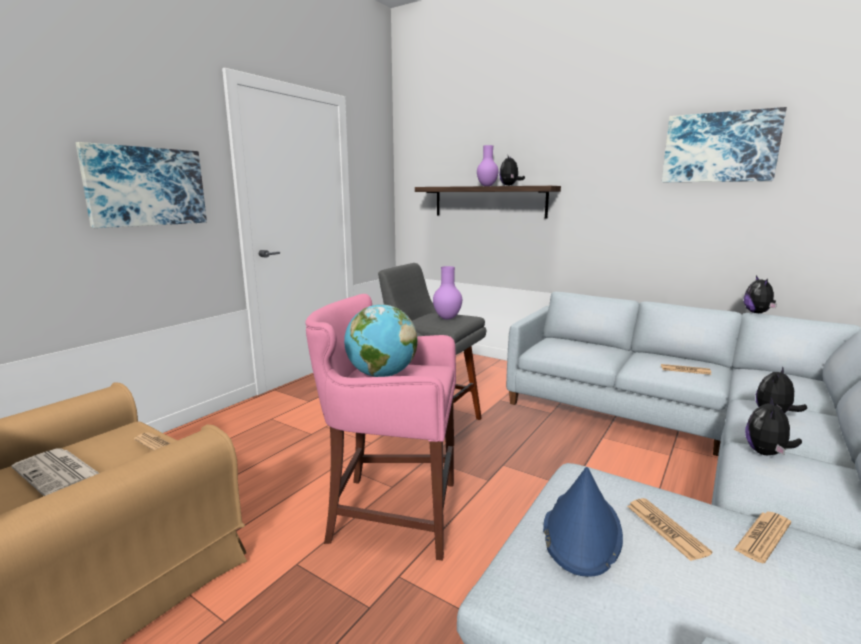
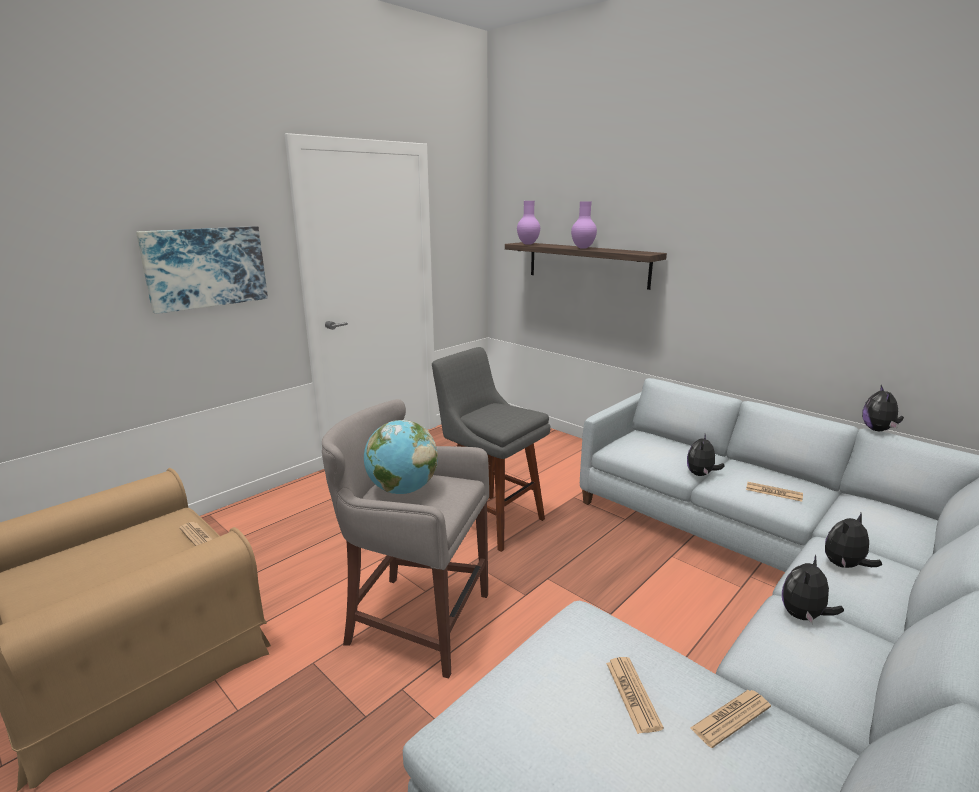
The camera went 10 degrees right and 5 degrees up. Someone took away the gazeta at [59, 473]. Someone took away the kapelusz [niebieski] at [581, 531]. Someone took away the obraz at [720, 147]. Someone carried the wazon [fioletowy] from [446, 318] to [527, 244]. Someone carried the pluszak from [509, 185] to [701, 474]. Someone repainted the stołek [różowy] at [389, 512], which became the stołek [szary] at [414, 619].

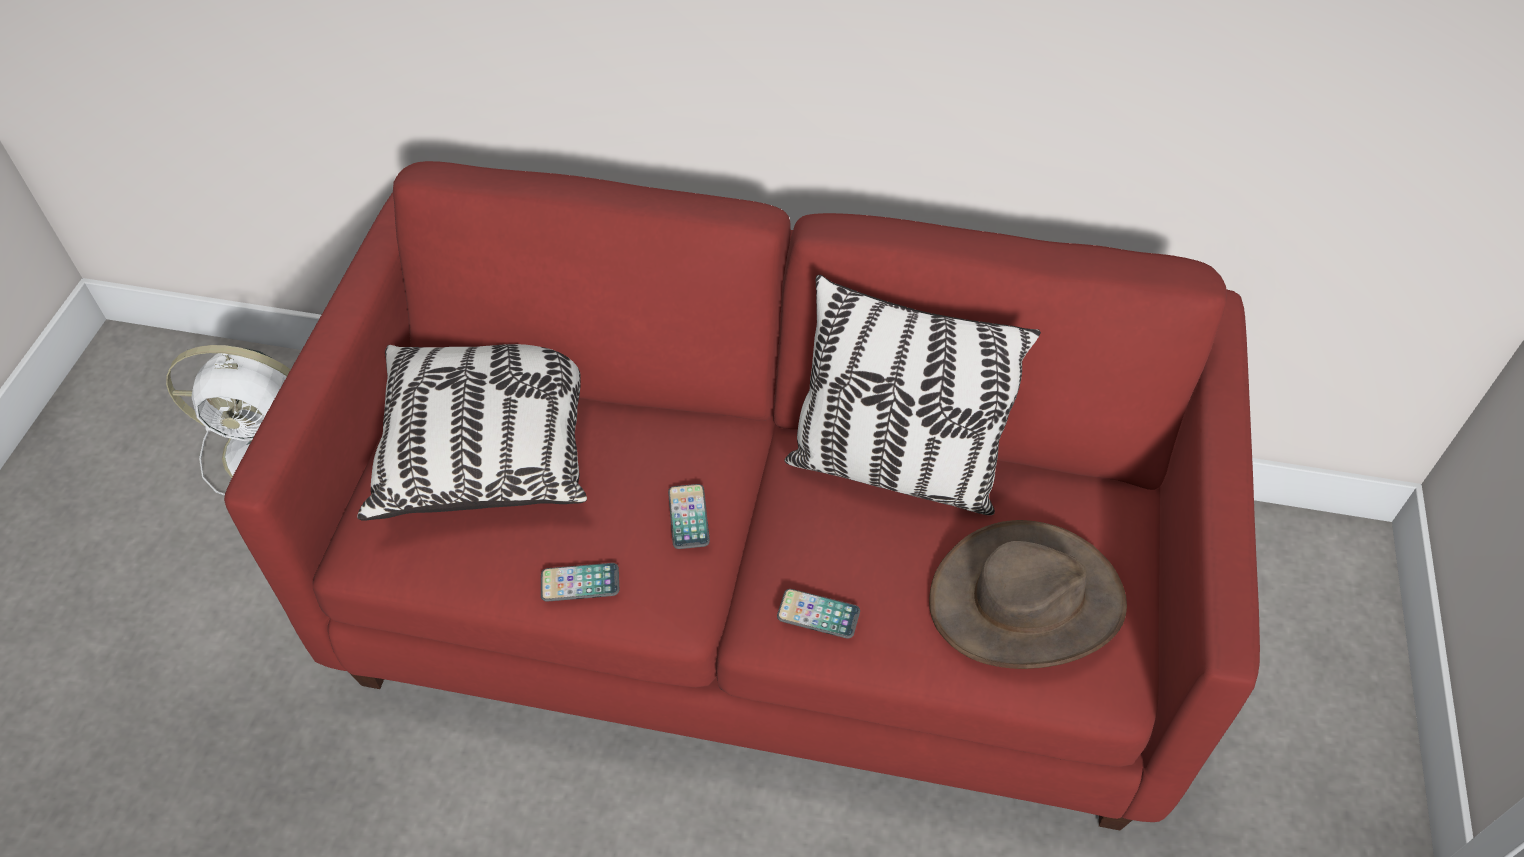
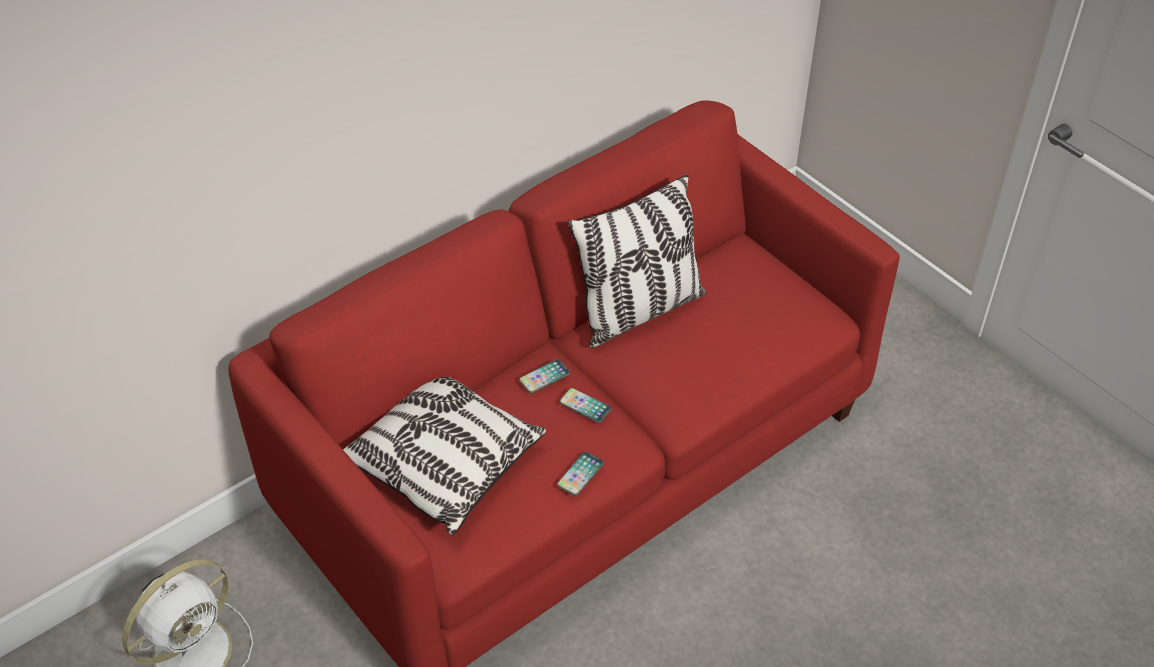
The camera went 50 degrees left and 5 degrees down. Someone took away the kapelusz [brązowy] at [1027, 601]. Someone carried the telefon from [818, 614] to [544, 377].

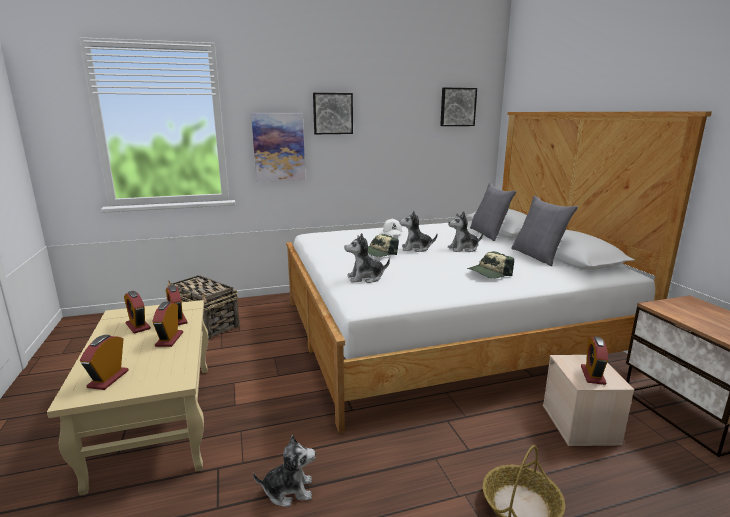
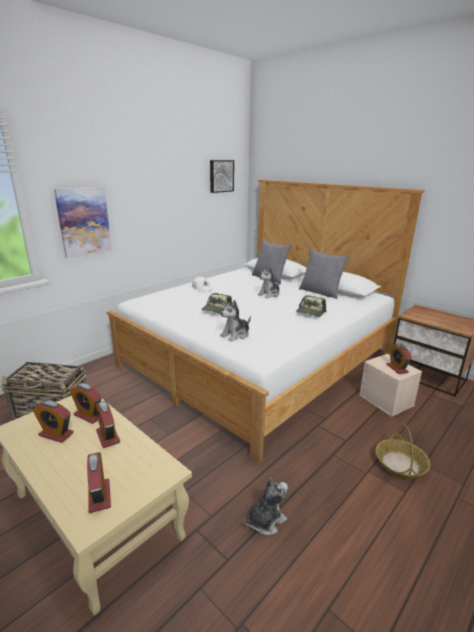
The camera went 30 degrees left and 5 degrees up. Someone took away the obraz at [332, 113]. Someone took away the pluszak at [416, 248].

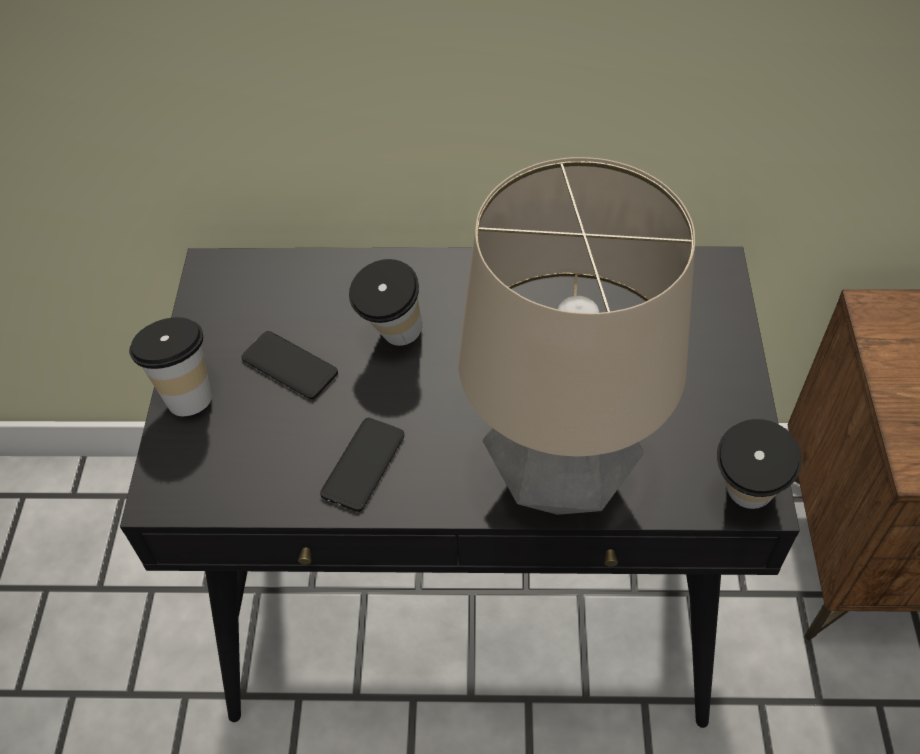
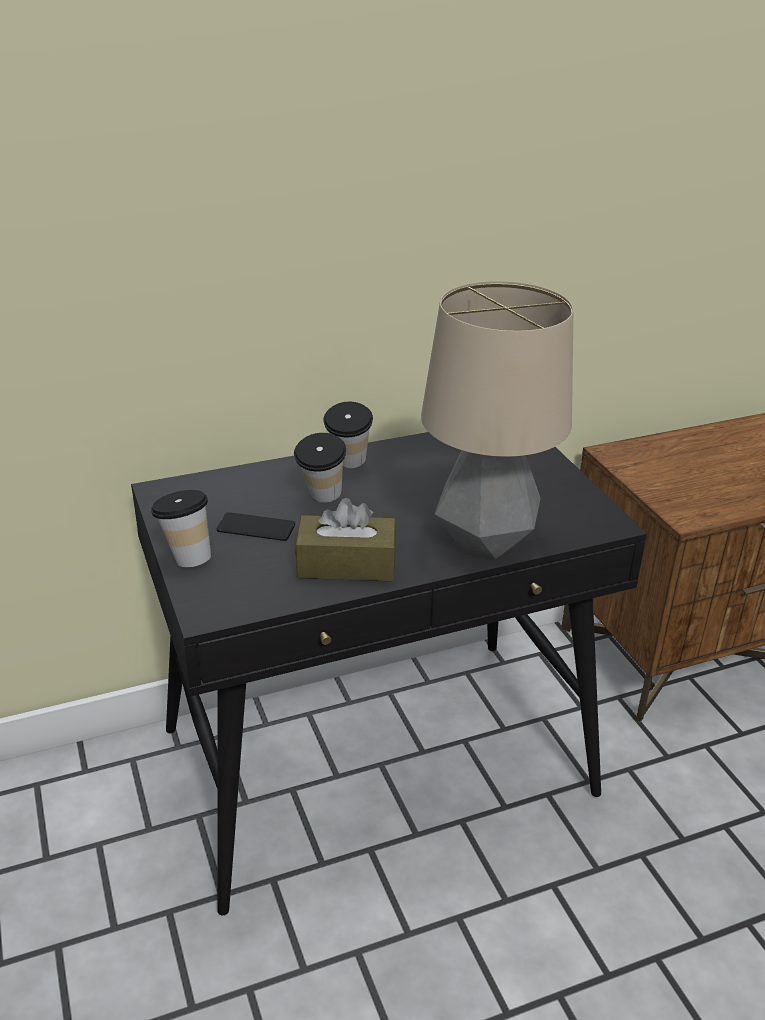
The camera went 25 degrees left and 20 degrees down. Someone carried the filiżanka from [742, 501] to [348, 466]. Someone swapped the telefon at [363, 464] for the pudełko chusteczek [brązowy] at [346, 565].

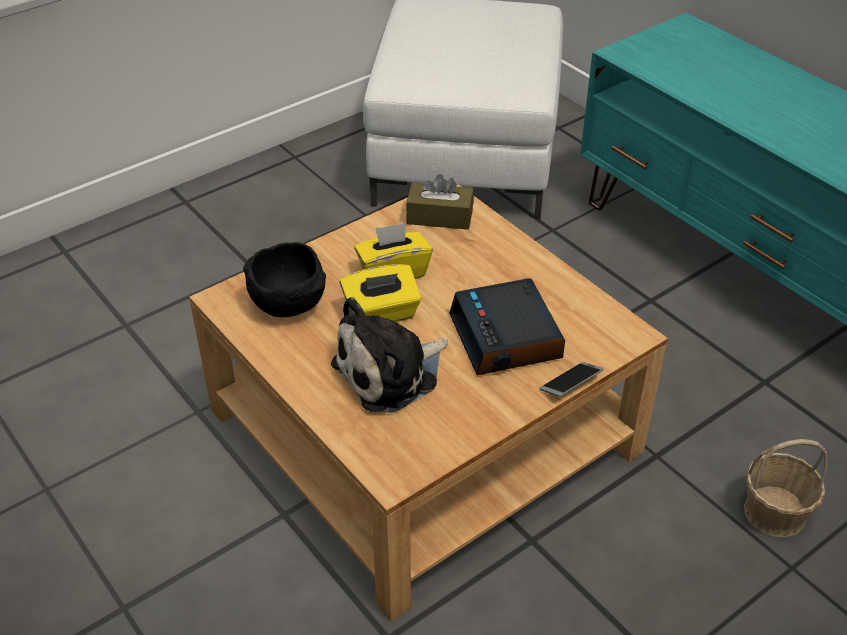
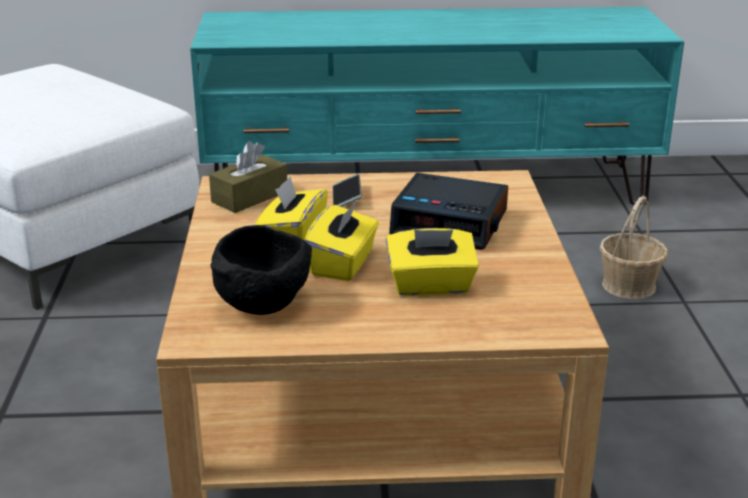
The camera went 55 degrees left and 15 degrees down. Someone carried the telefon from [570, 384] to [346, 197]. Someone swapped the pluszak at [391, 373] for the pudełko chusteczek [żółty] at [431, 286].

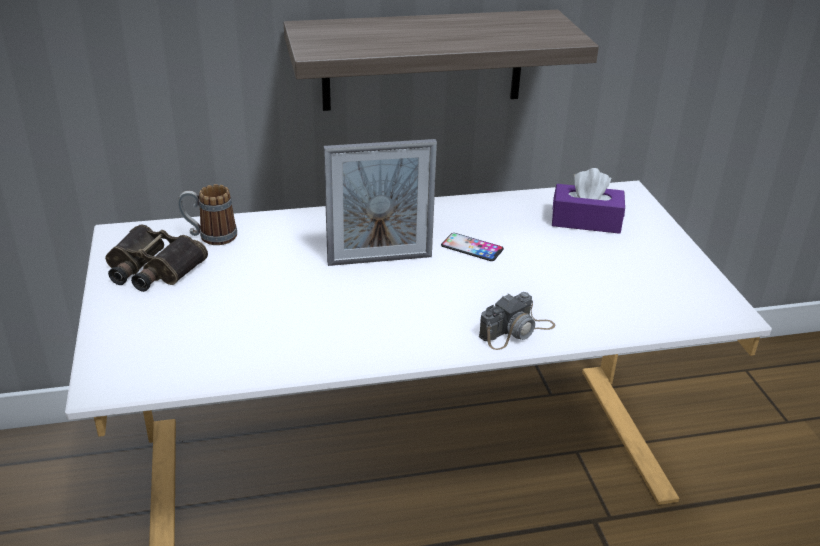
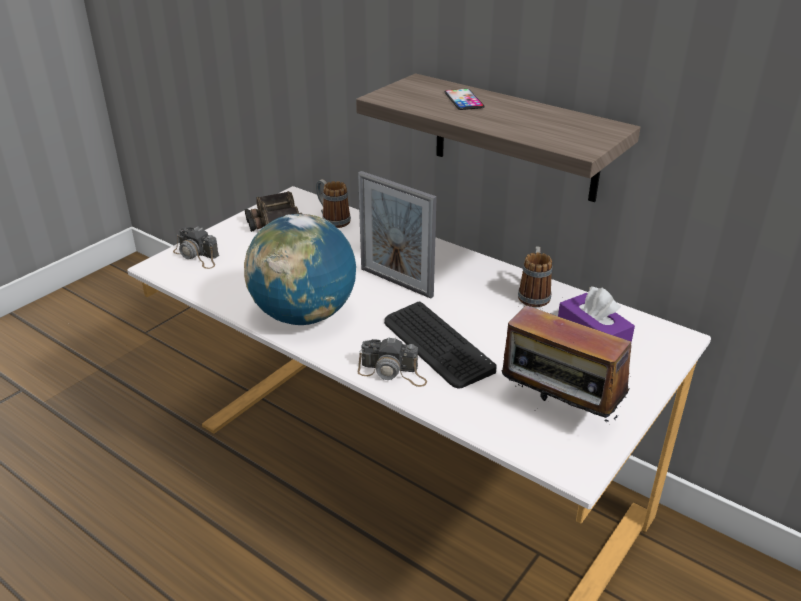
The camera went 50 degrees right and 0 degrees up. Someone put down the aparat fotograficzny at [197, 256]. Someone put down the globus at [304, 315]. Someone put down the klawiatura at [436, 345]. Someone put down the radio at [558, 412]. Someone put down the kubek at [534, 294]. Someone carried the telefon from [472, 247] to [464, 100].

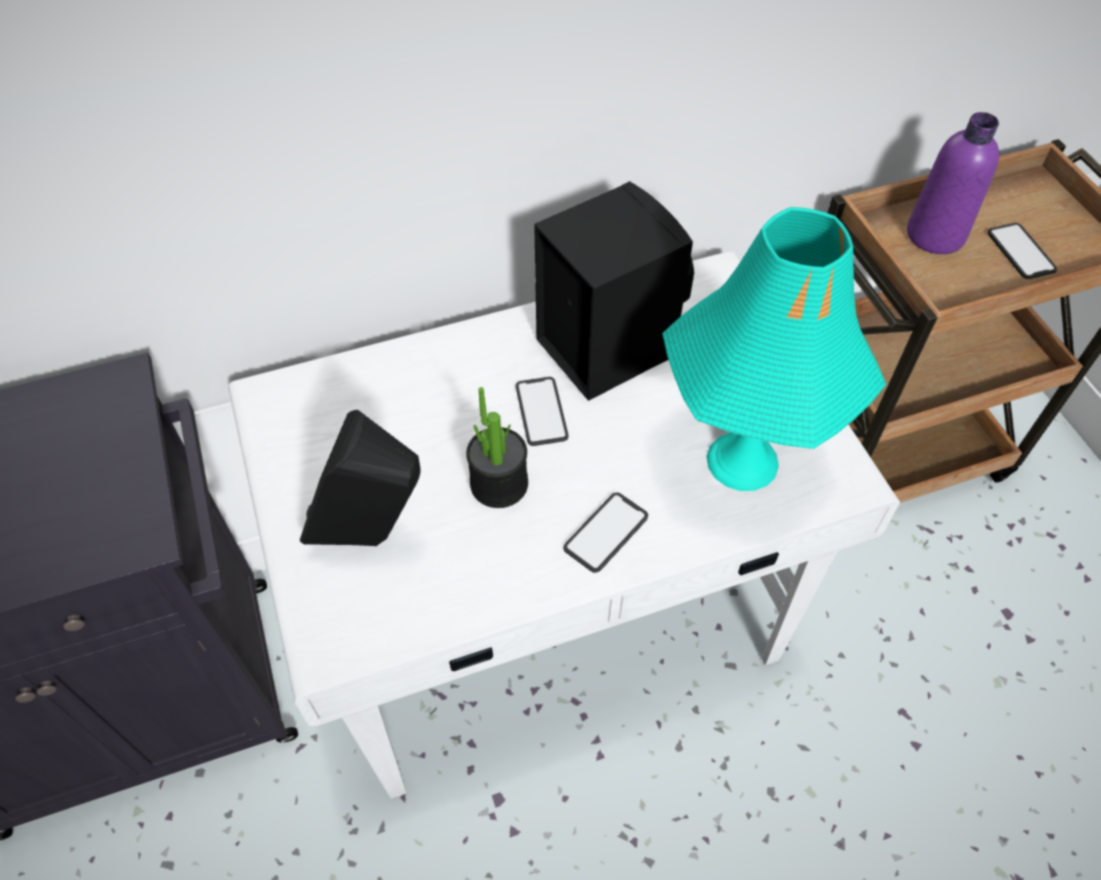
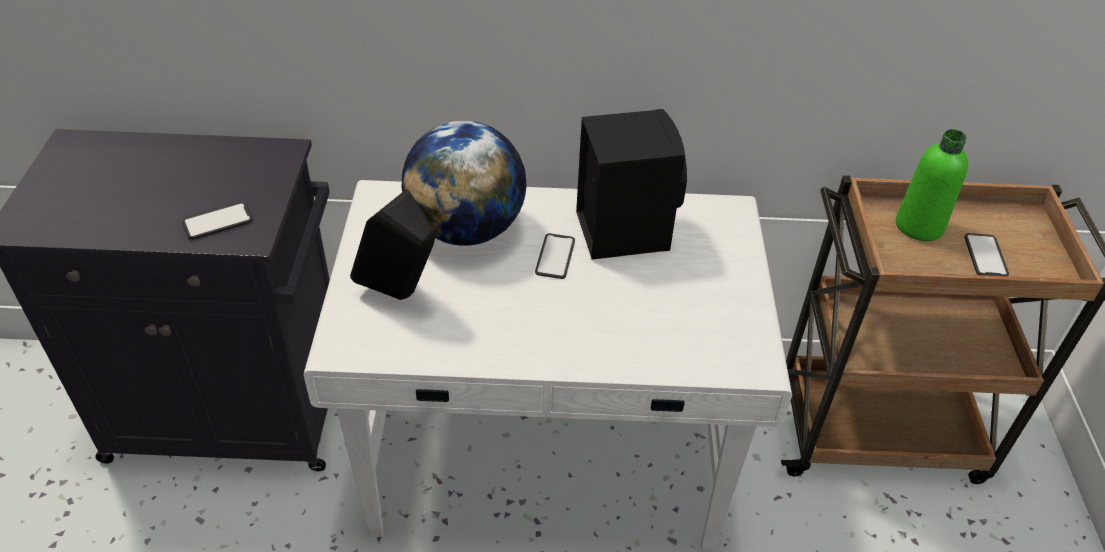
The camera went 20 degrees right and 10 degrees down. Someone took away the roślina doniczkowa at [499, 484]. Someone took away the lampa stołowa [turkusowy] at [743, 461]. Someone put down the globus at [467, 229]. Someone carried the telefon from [606, 532] to [218, 221]. Someone repainted the butelka [fioletowy] at [935, 235], which became the butelka [zielony] at [919, 226].

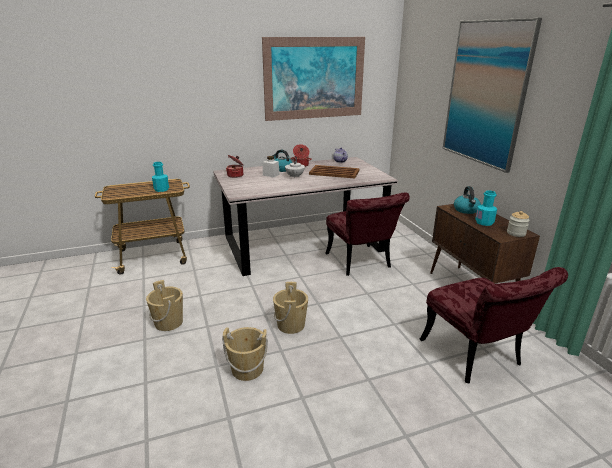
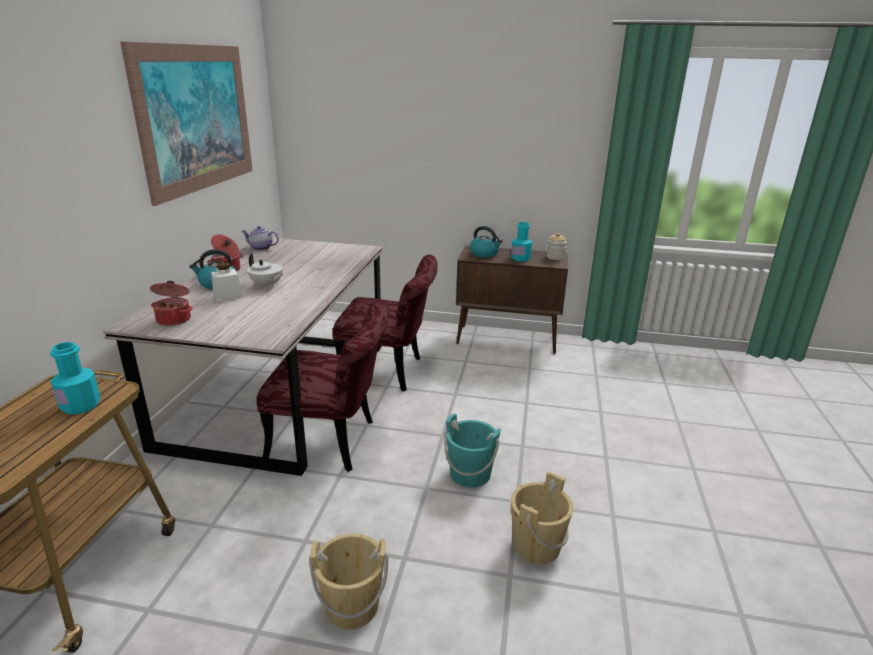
The camera went 60 degrees left and 0 degrees up. Someone took away the taca [brązowy] at [334, 172]. Someone took away the obraz at [485, 94]. Someone carried the krzesło [czerwony] from [477, 358] to [333, 442]. Someone repainted the wiadro [beżowy] at [291, 325], which became the wiadro [turkusowy] at [470, 474].

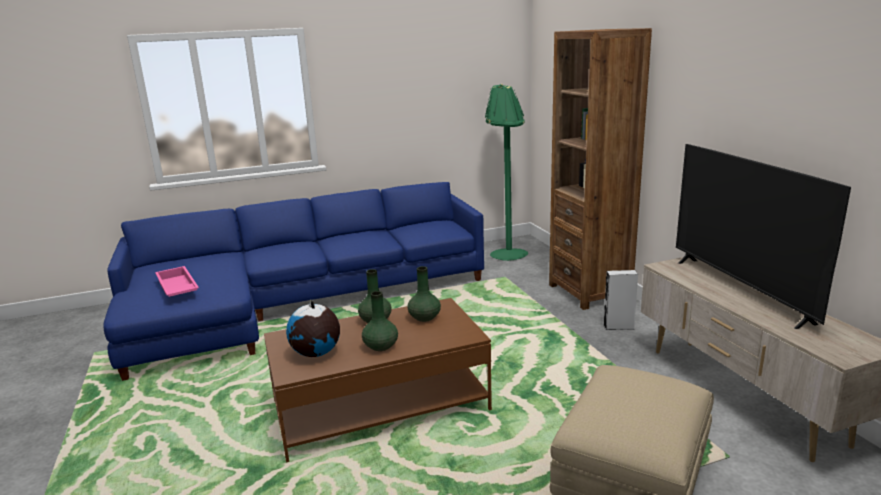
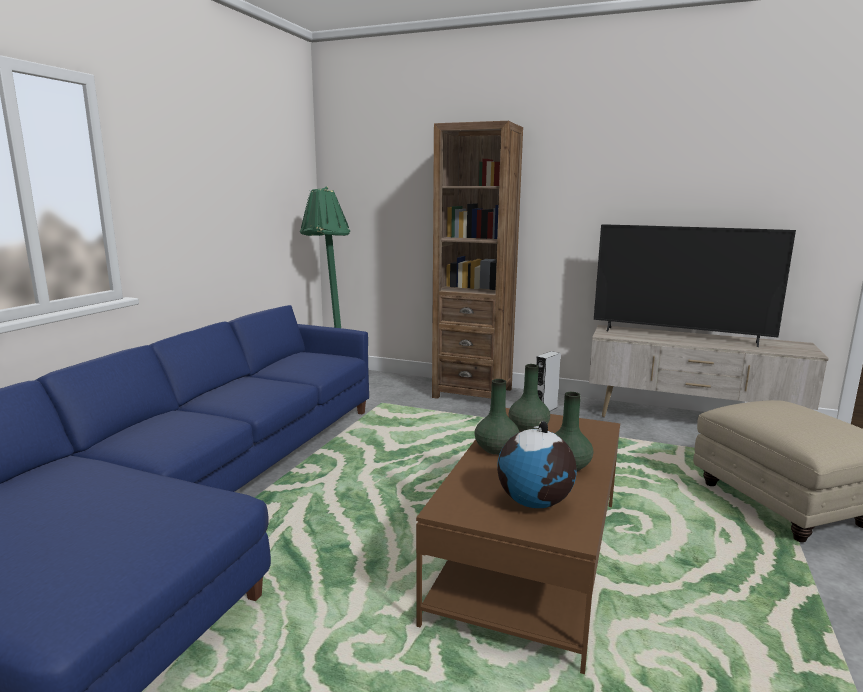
The camera went 50 degrees left and 5 degrees down. Someone took away the taca [różowy] at [176, 288].

